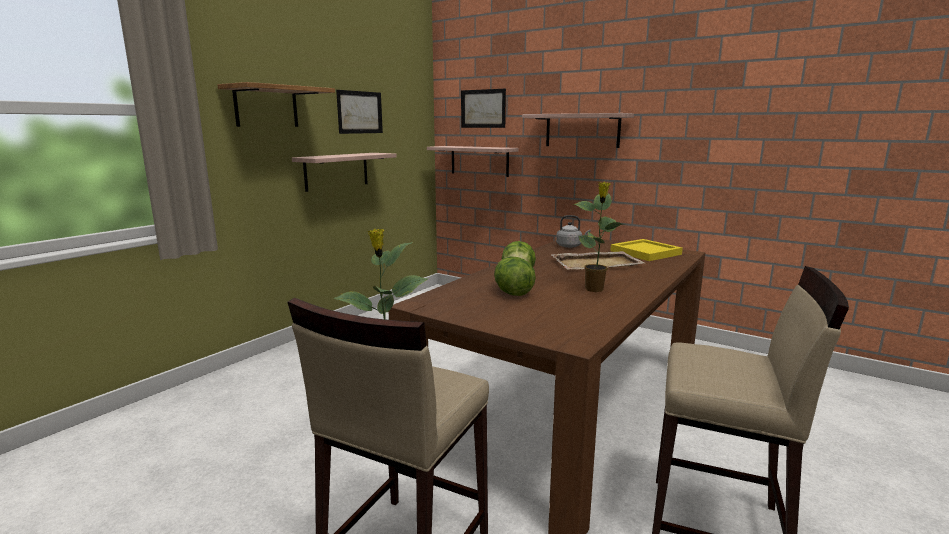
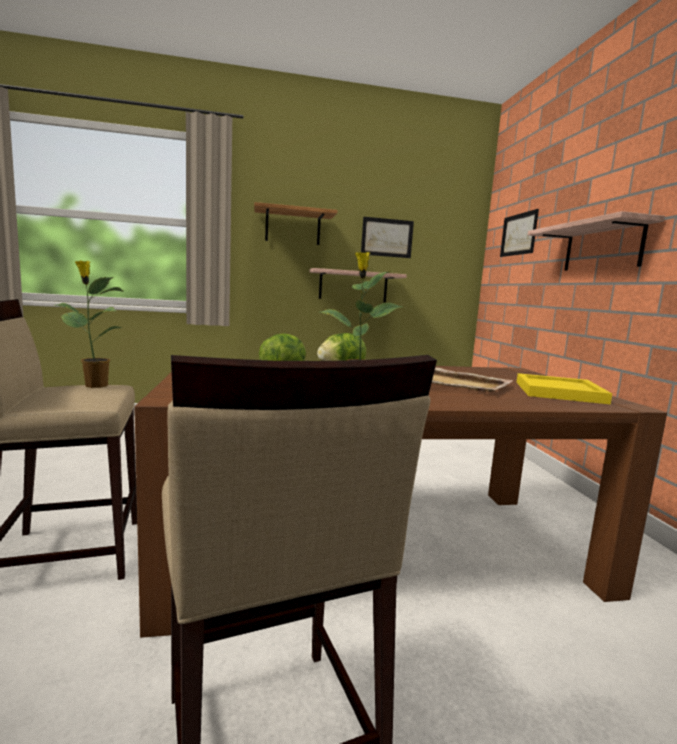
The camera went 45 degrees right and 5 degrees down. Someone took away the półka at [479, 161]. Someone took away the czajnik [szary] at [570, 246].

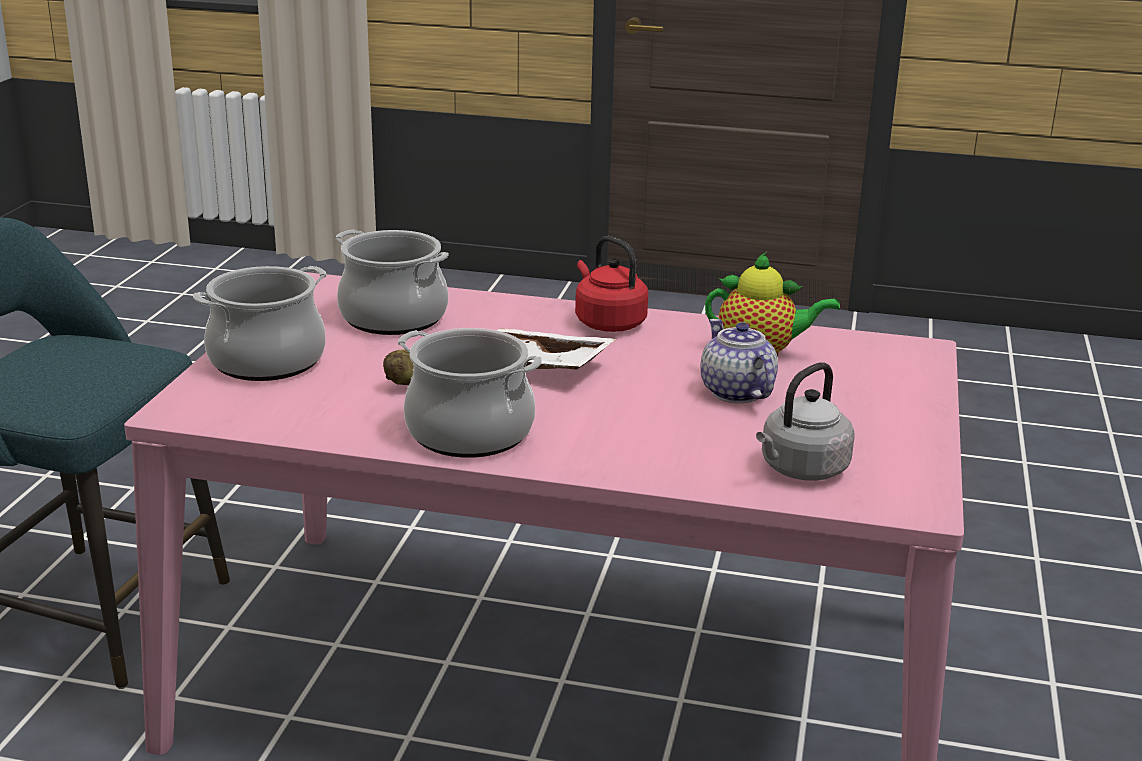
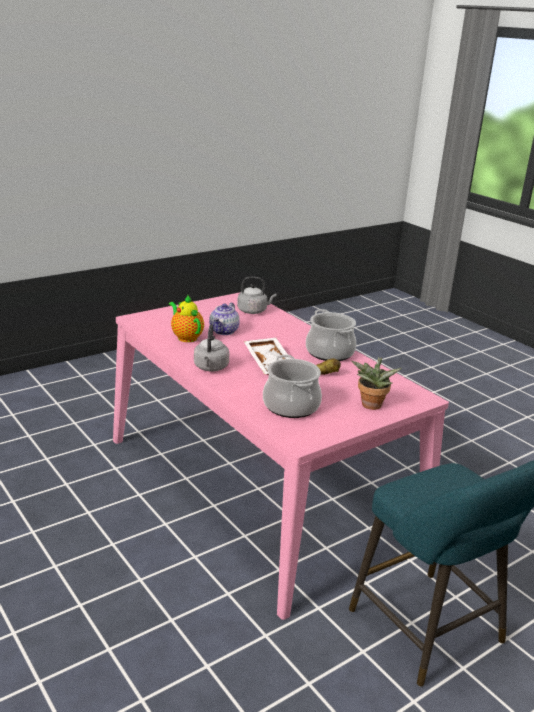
The camera went 140 degrees left and 0 degrees up. Someone swapped the garnek at [267, 361] for the roślina doniczkowa at [370, 406]. Someone repainted the czajnik [czerwony] at [607, 322], which became the czajnik [szary] at [210, 368].

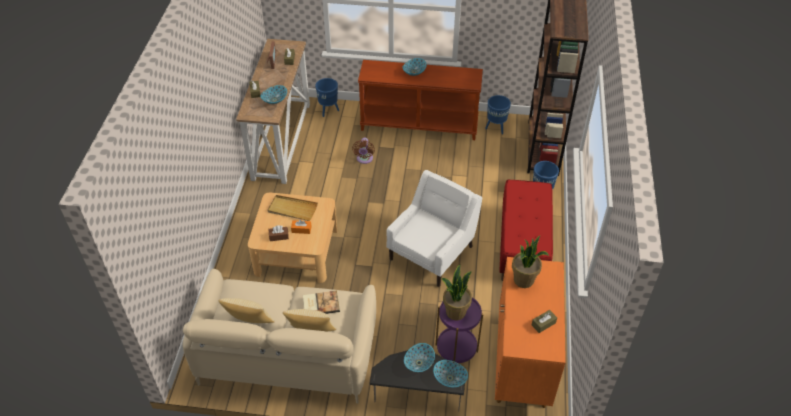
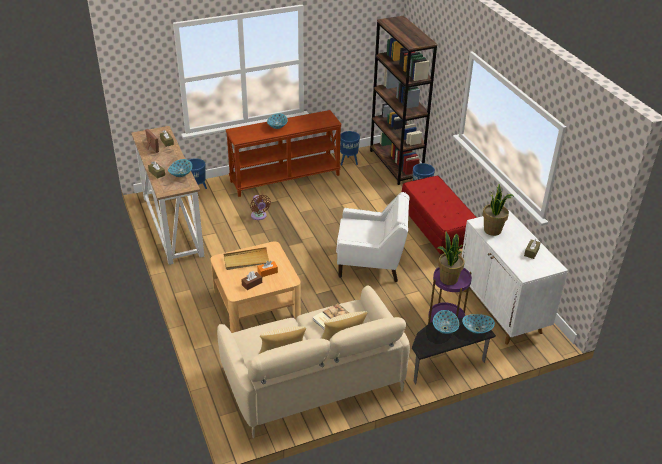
The camera went 30 degrees left and 10 degrees down. Someone repainted the szafka [pomarańczowy] at [522, 364], which became the szafka [biały] at [502, 311]. Someone rotated the fotel [biały] at [432, 252] by 90 degrees clockwise.

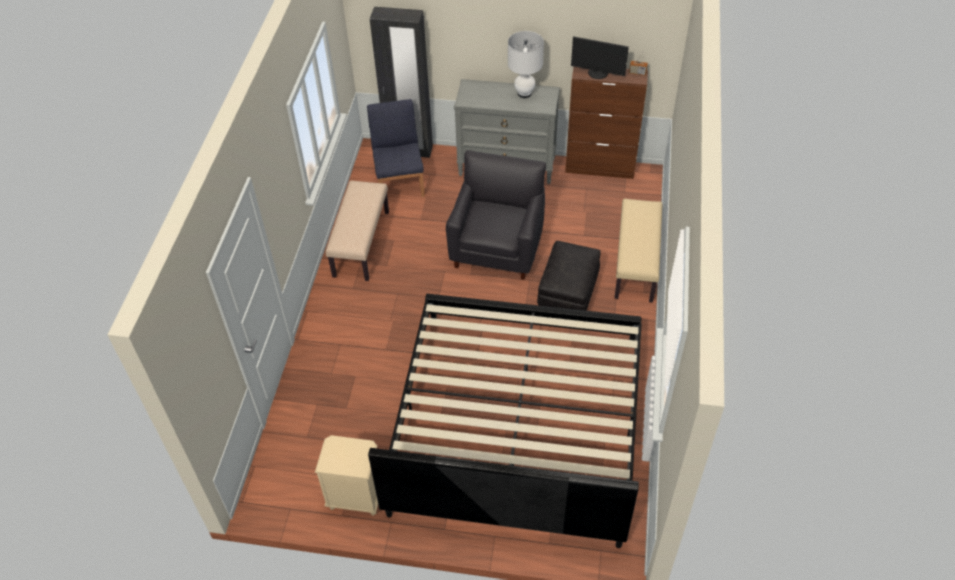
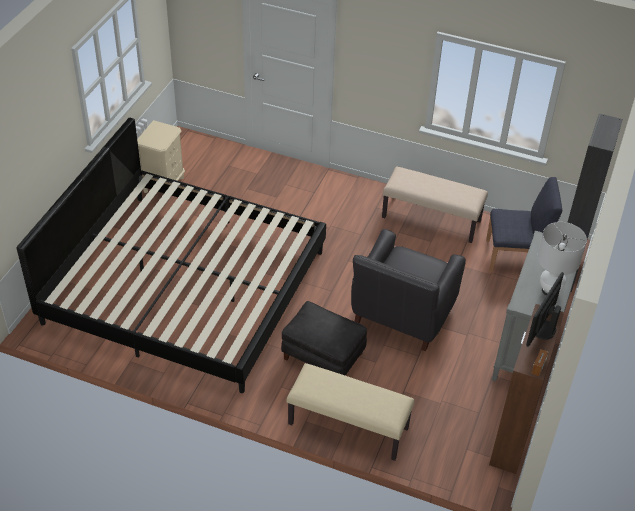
The camera went 100 degrees right and 5 degrees down. Someone rotated the fotel [czarny] at [497, 248] by 90 degrees clockwise.

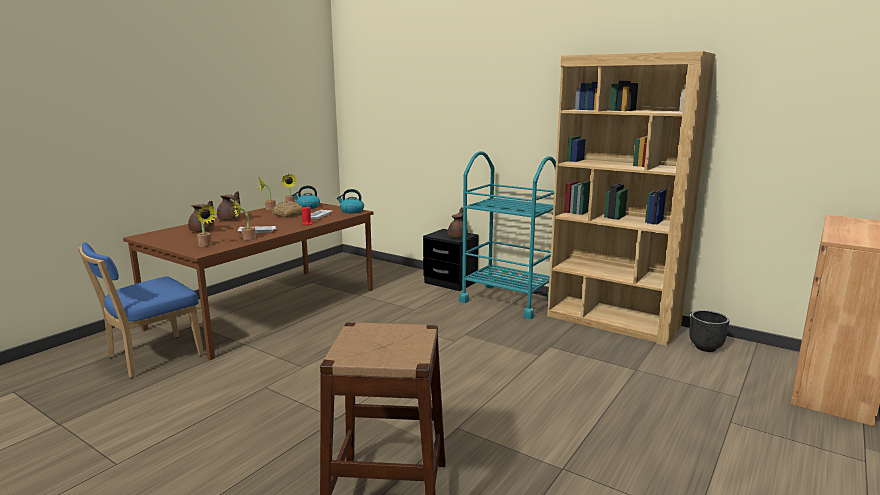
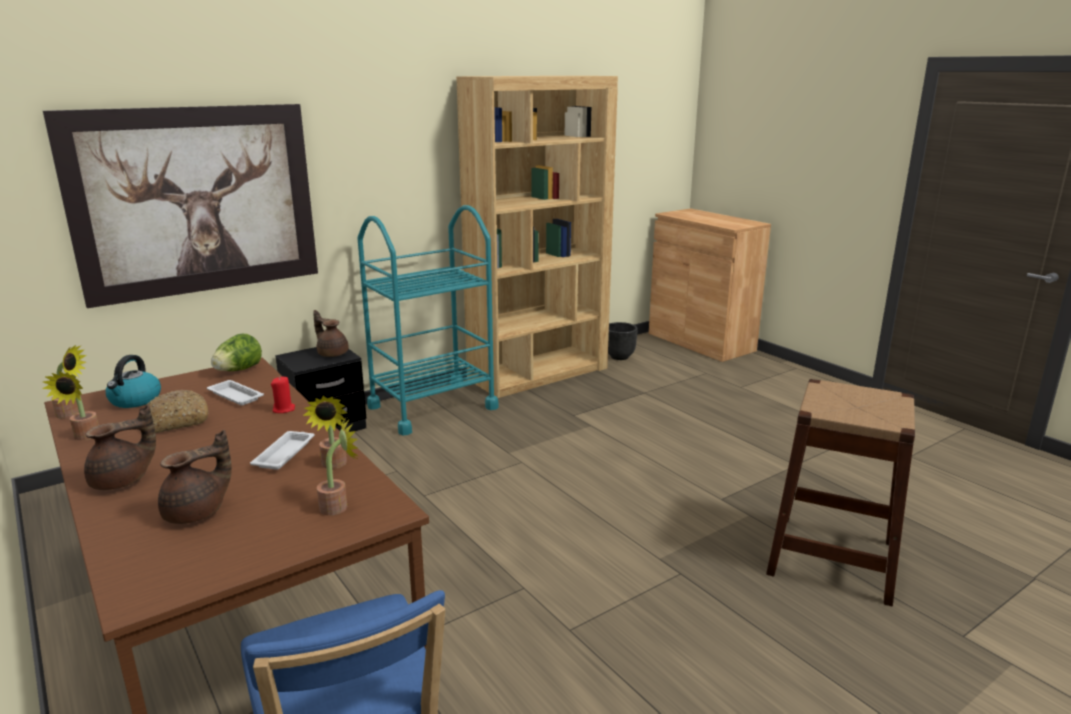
The camera went 70 degrees left and 5 degrees up. Someone put up the obraz at [196, 201]. Someone swapped the czajnik at [351, 211] for the sałata at [238, 370].

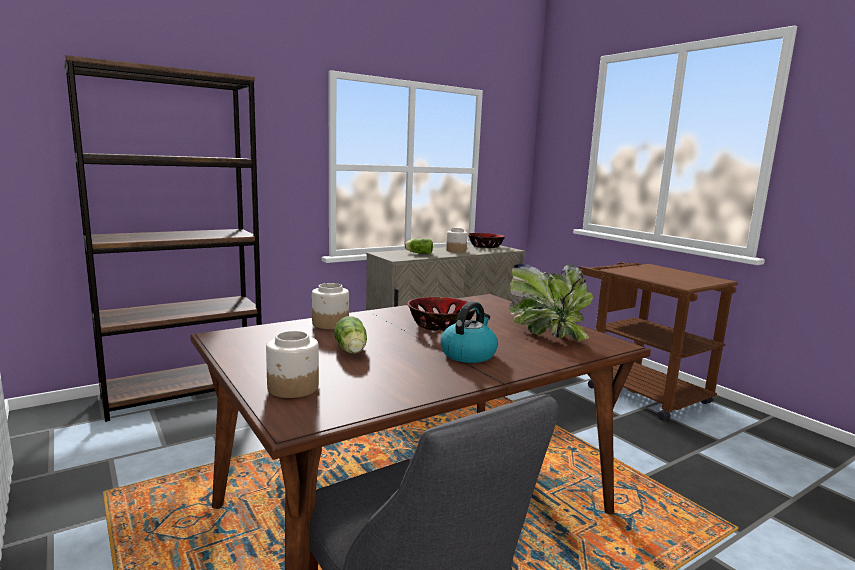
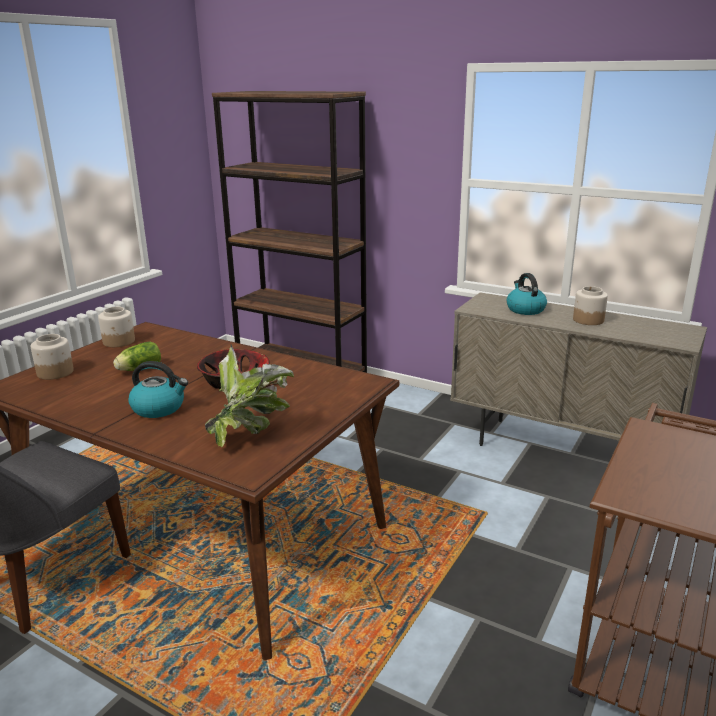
The camera went 65 degrees right and 10 degrees up. Someone took away the miska at [485, 246]. Someone carried the słoik from [331, 323] to [119, 341]. Someone swapped the sałata at [418, 253] for the czajnik at [525, 309].

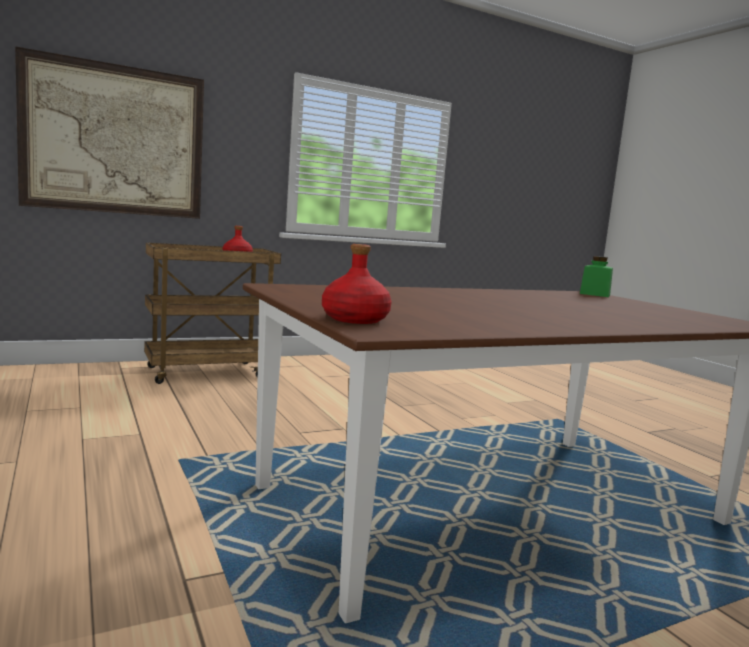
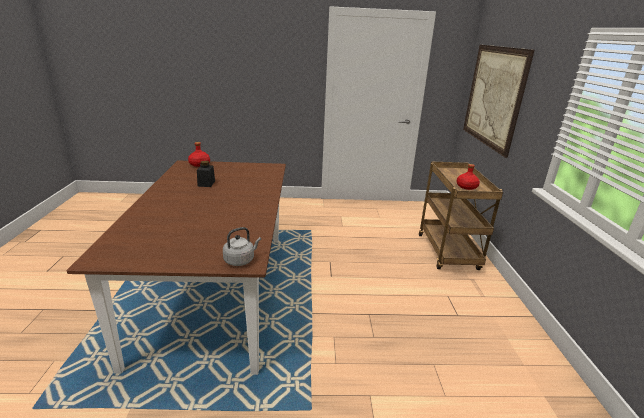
The camera went 115 degrees right and 15 degrees up. Someone put down the słoik [czarny] at [206, 183]. Someone swapped the słoik [zielony] at [594, 294] for the czajnik [szary] at [240, 260].

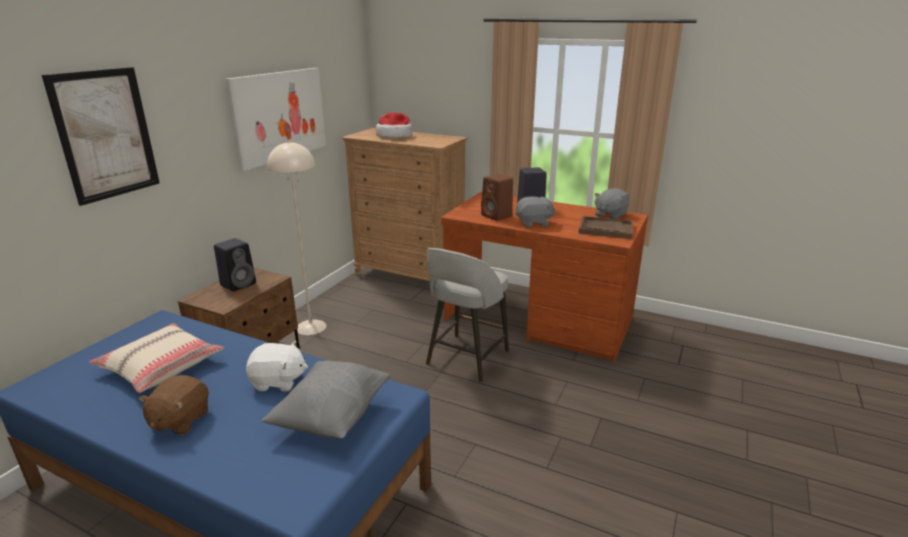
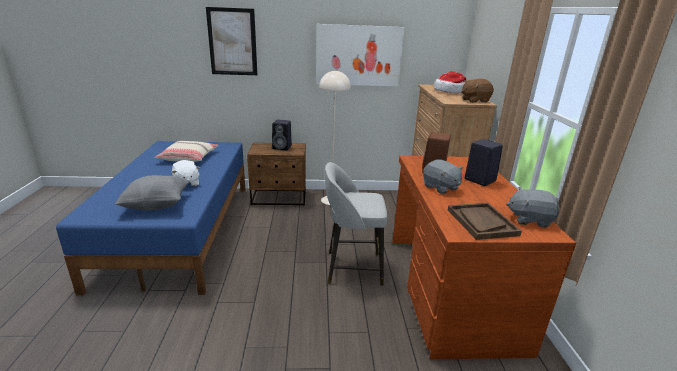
The camera went 60 degrees right and 0 degrees up. Someone carried the pluszak [brązowy] from [179, 420] to [474, 100].

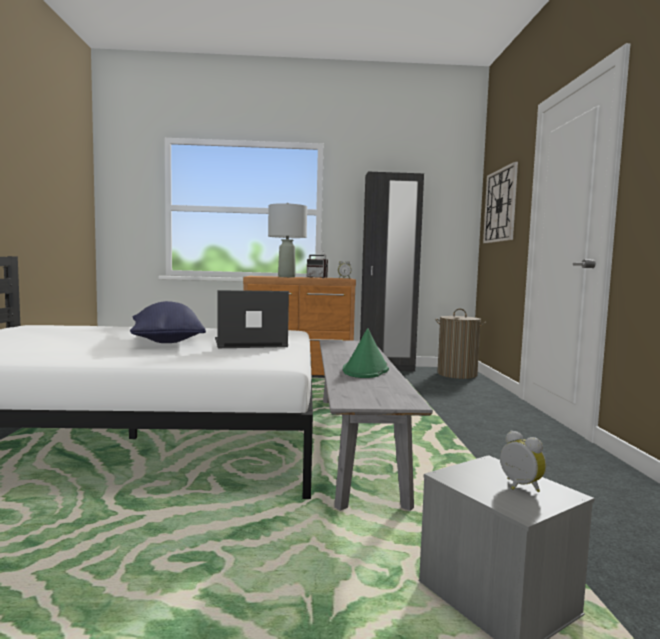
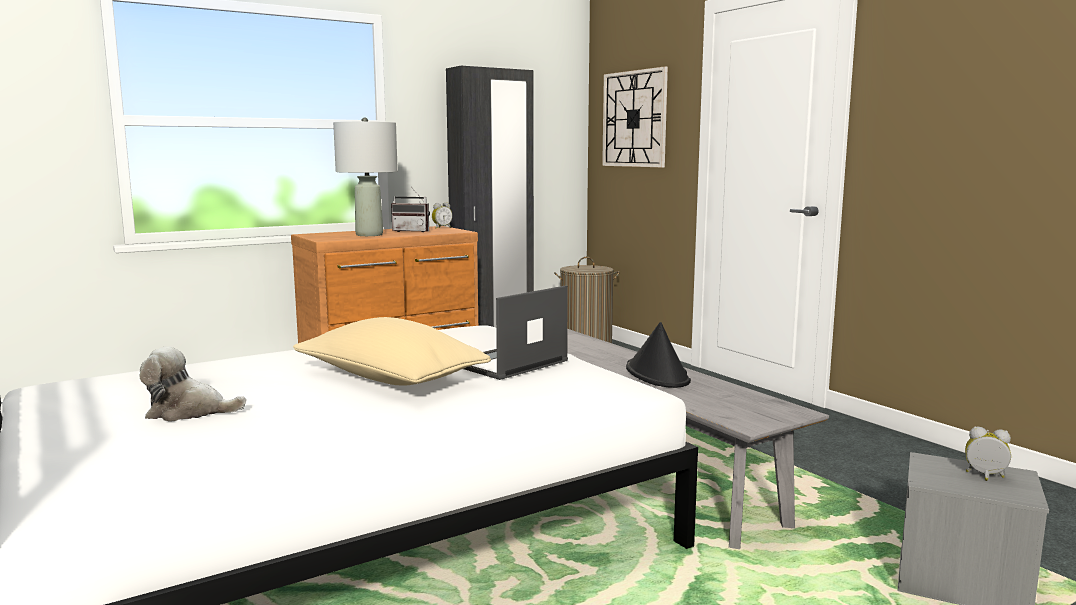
The camera went 30 degrees left and 5 degrees up. Someone put down the pluszak at [188, 412]. Someone repainted the poduszka [niebieski] at [166, 341], which became the poduszka [beżowy] at [390, 380]. Someone repainted the kapelusz [zielony] at [366, 370], which became the kapelusz [czarny] at [657, 374].

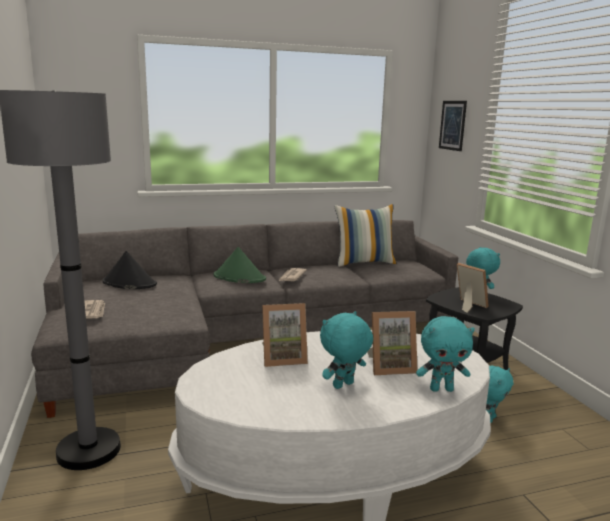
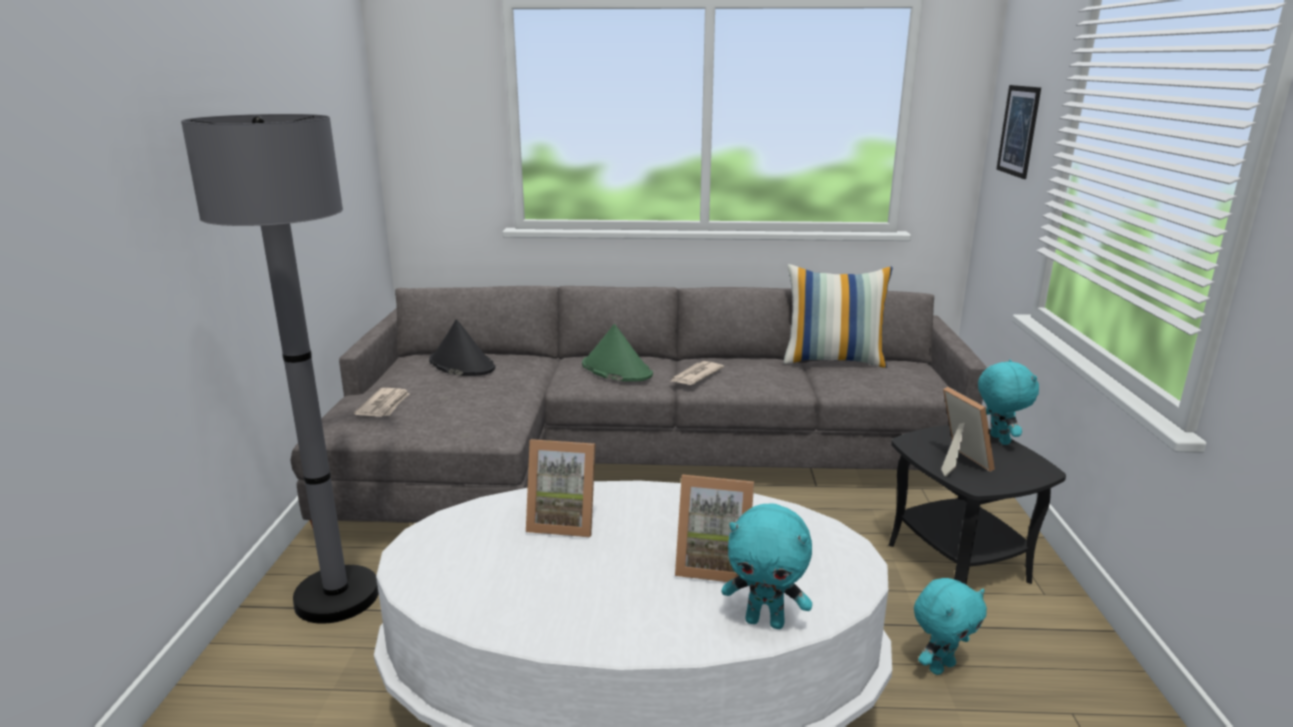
The camera went 20 degrees right and 5 degrees up. Someone took away the pluszak [turkusowy] at [344, 386].

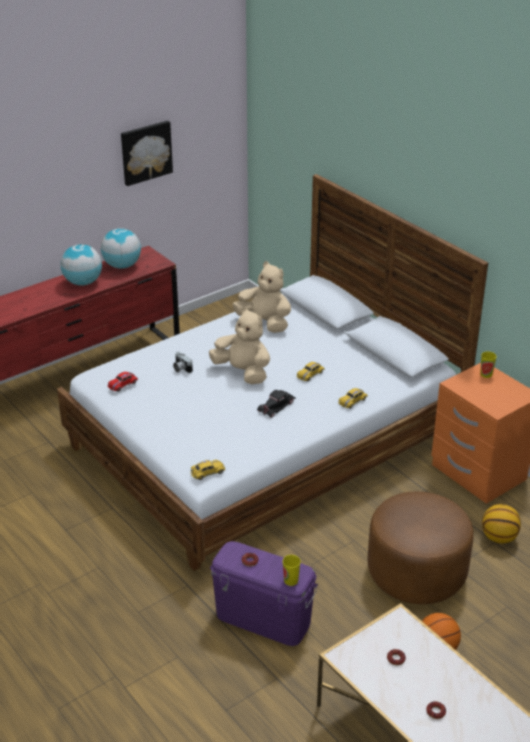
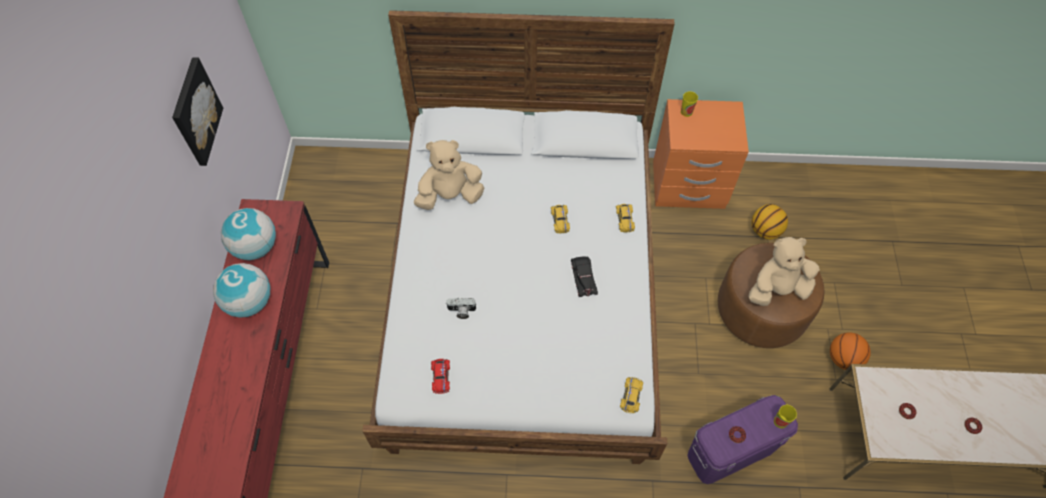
The camera went 50 degrees left and 25 degrees up. Someone carried the pluszak [beżowy] from [243, 372] to [777, 289].

